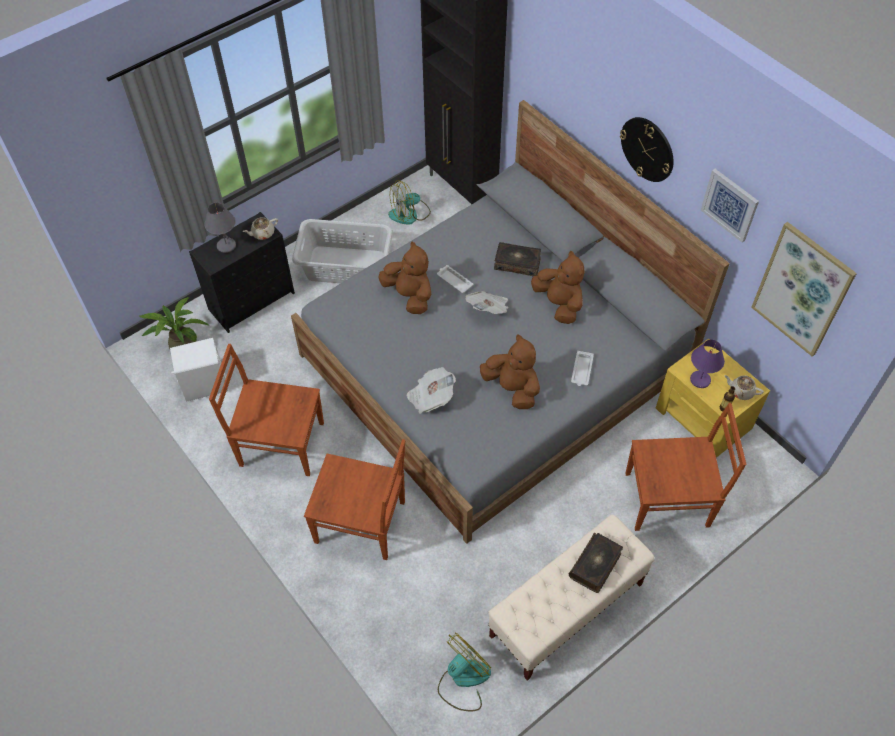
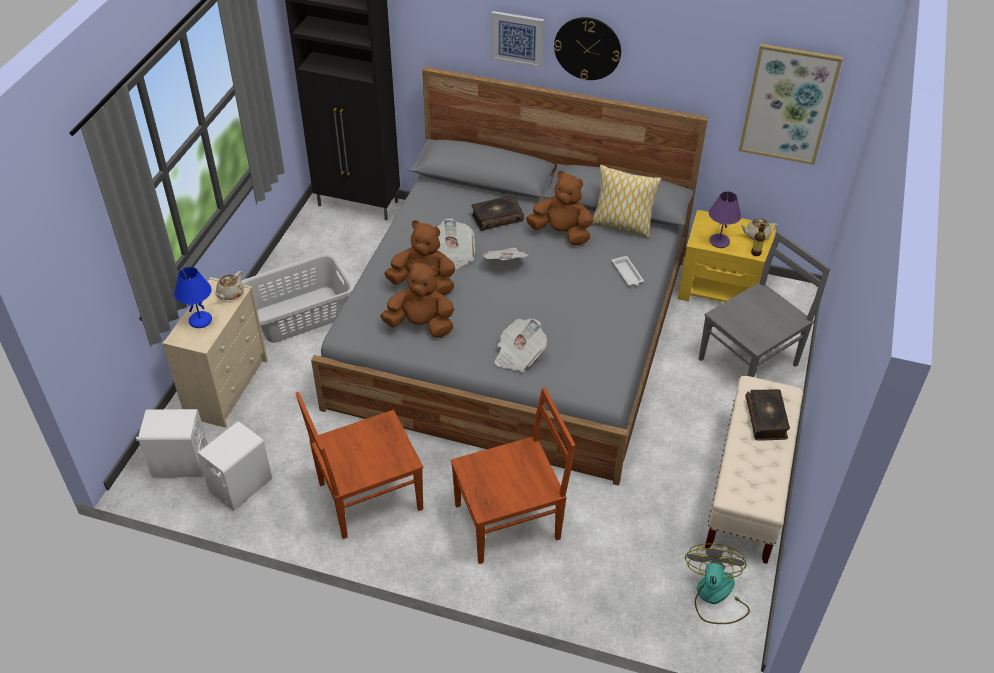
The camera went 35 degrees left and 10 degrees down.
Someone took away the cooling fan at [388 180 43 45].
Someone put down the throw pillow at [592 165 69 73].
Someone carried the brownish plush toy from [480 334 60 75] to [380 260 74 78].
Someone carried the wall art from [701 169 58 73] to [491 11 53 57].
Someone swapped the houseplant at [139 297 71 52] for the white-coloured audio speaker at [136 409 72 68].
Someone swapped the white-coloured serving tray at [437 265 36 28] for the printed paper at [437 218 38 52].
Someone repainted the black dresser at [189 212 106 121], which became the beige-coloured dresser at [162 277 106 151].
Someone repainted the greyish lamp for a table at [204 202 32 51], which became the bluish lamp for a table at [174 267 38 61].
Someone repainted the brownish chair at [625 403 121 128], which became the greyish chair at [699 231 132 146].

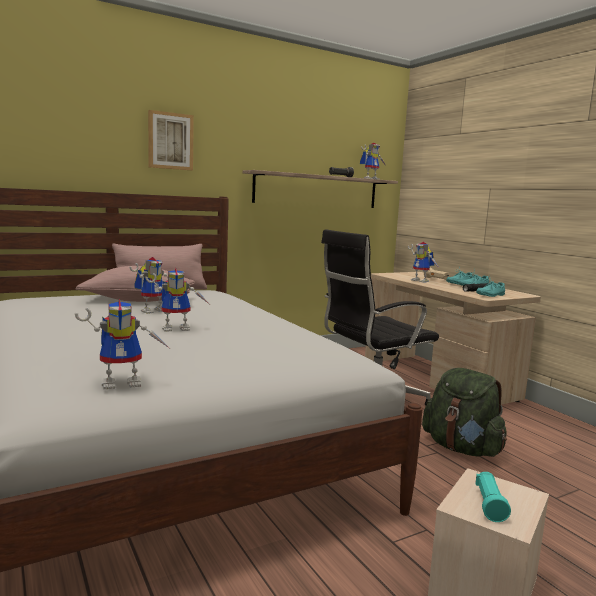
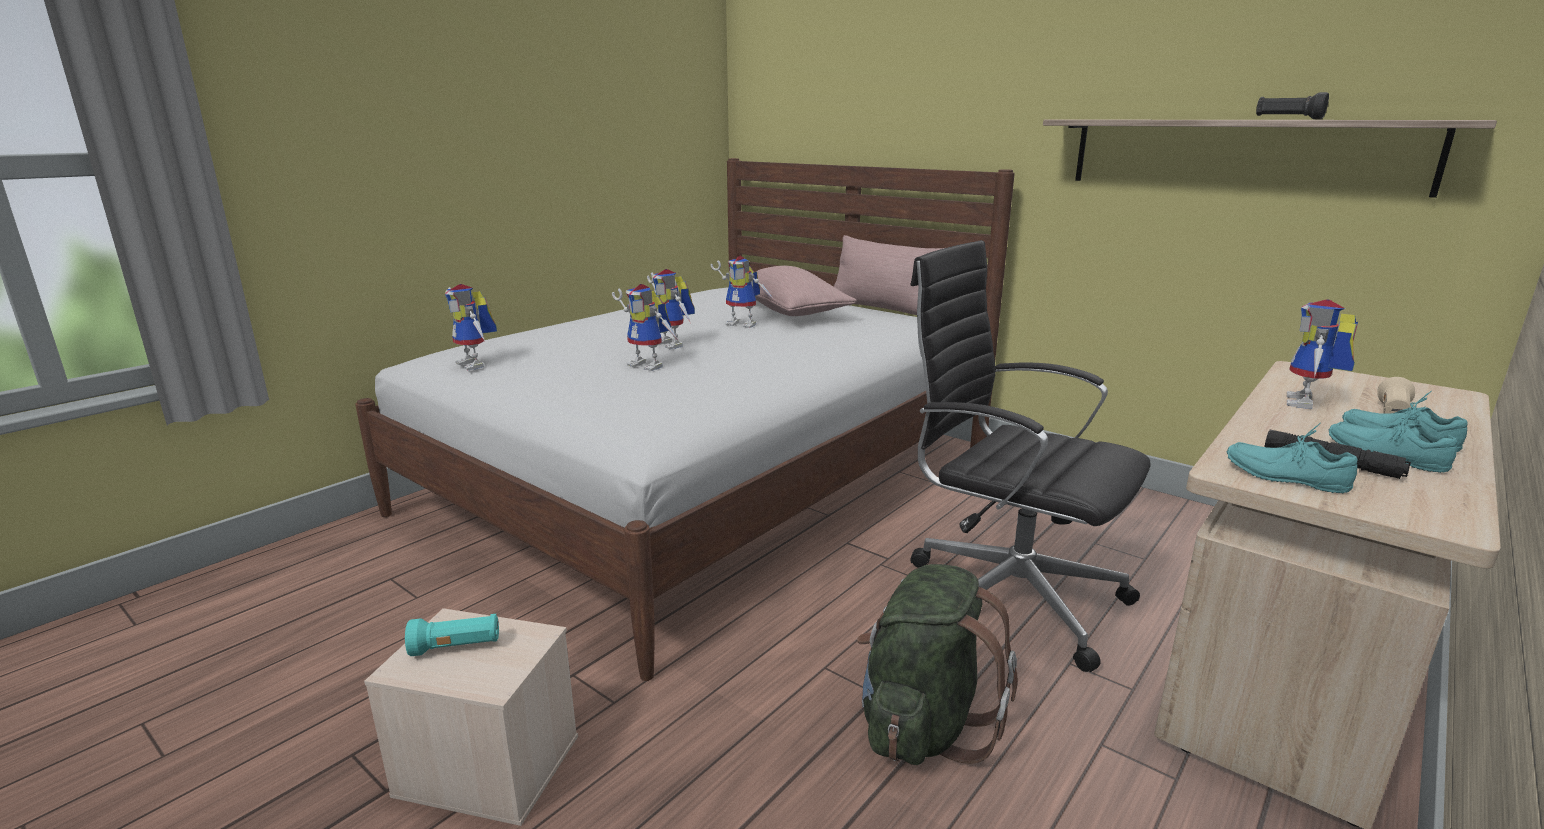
The camera went 70 degrees right and 10 degrees up.
Someone took away the wall art at [148 110 46 60].
Someone carried the toy robot from [360 143 26 36] to [612 284 67 87].

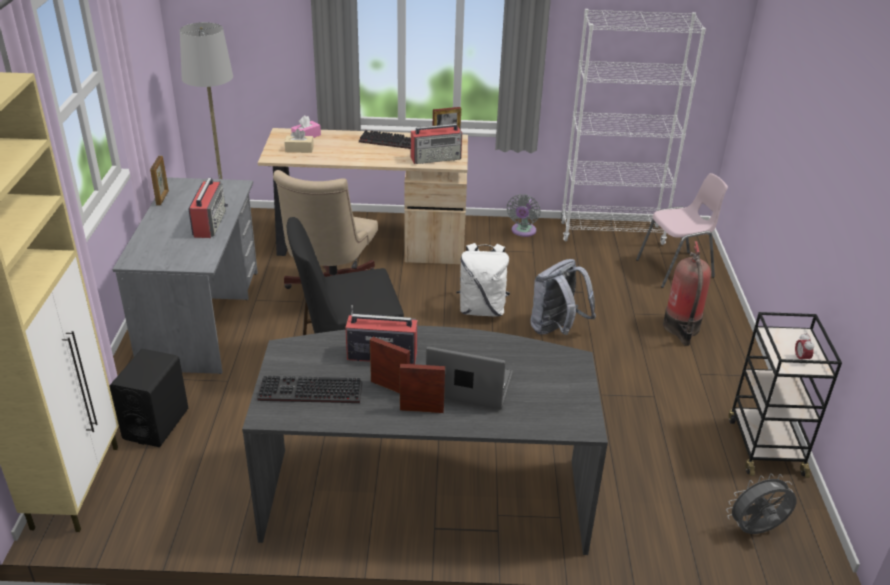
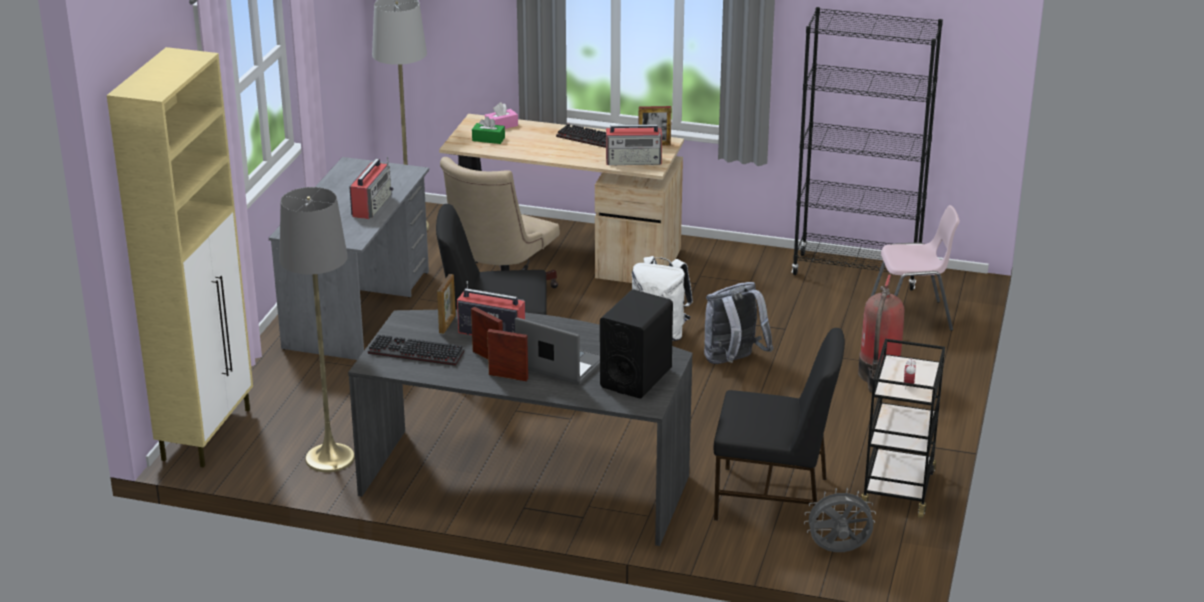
The camera went 15 degrees right and 5 degrees down.
Someone took away the greyish cooling fan at [507 194 33 43].
Someone put down the greyish standard lamp at [279 187 76 285].
Someone put down the black chair at [714 328 131 203].
Someone carried the black audio speaker from [109 349 79 98] to [600 289 73 110].
Someone carried the standing frame from [150 156 19 50] to [437 274 19 60].
Someone repainted the beige-coloured tissue box at [284 129 30 24], which became the greenish tissue box at [472 116 33 28].
Someone repainted the white-coloured bookcase at [560 9 146 236], which became the black bookcase at [792 7 151 284].

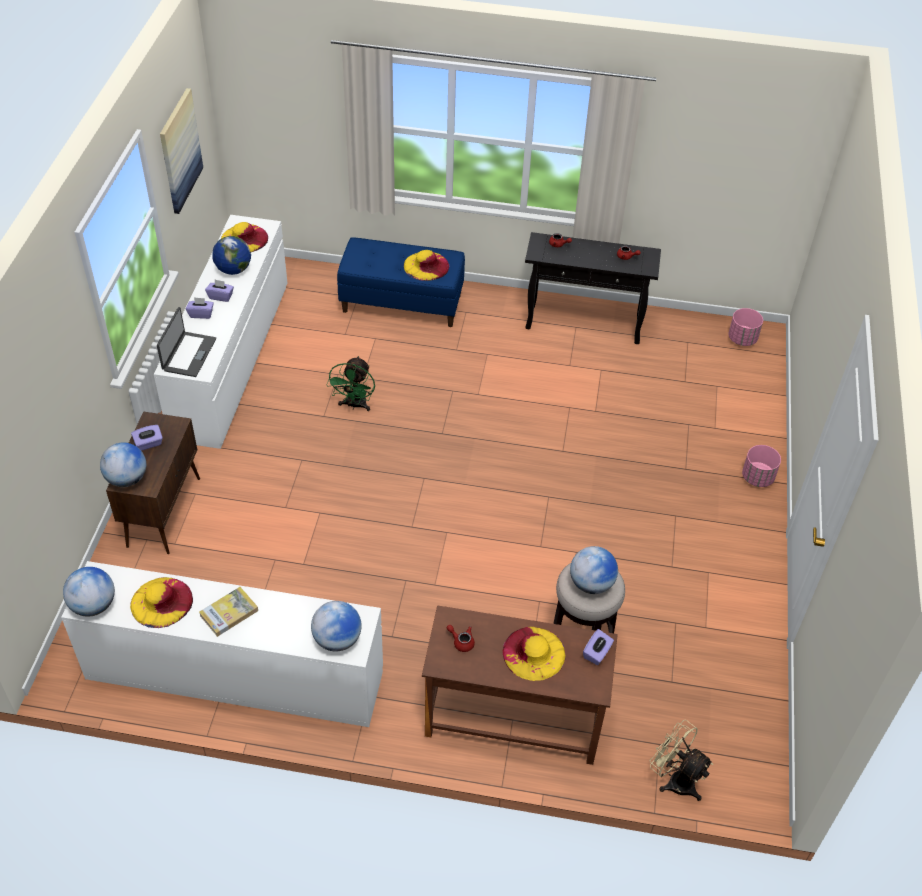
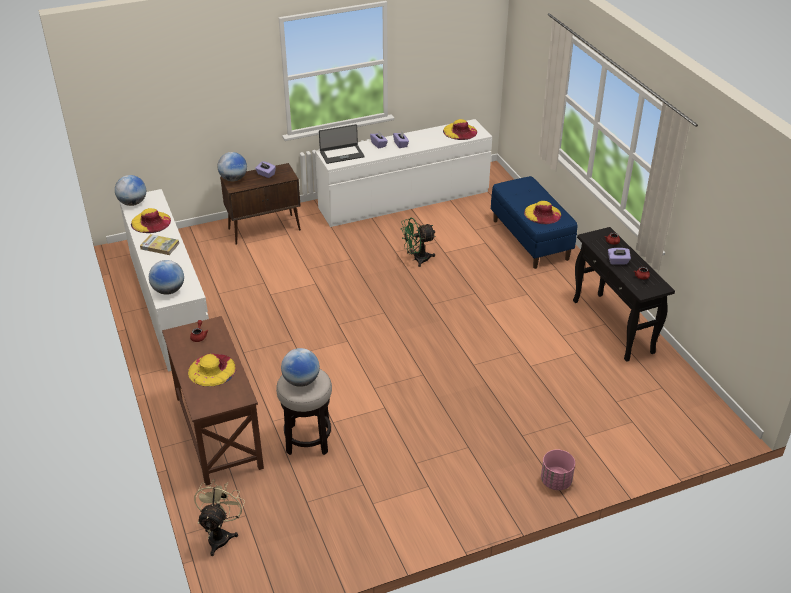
The camera went 60 degrees right and 10 degrees down.
Someone took away the wall art at [160 88 43 126].
Someone took away the desk globe at [212 236 39 39].
Someone took away the pink flower pot at [729 308 34 38].
Someone carried the purplish tissue box from [583 629 31 36] to [608 248 23 16].

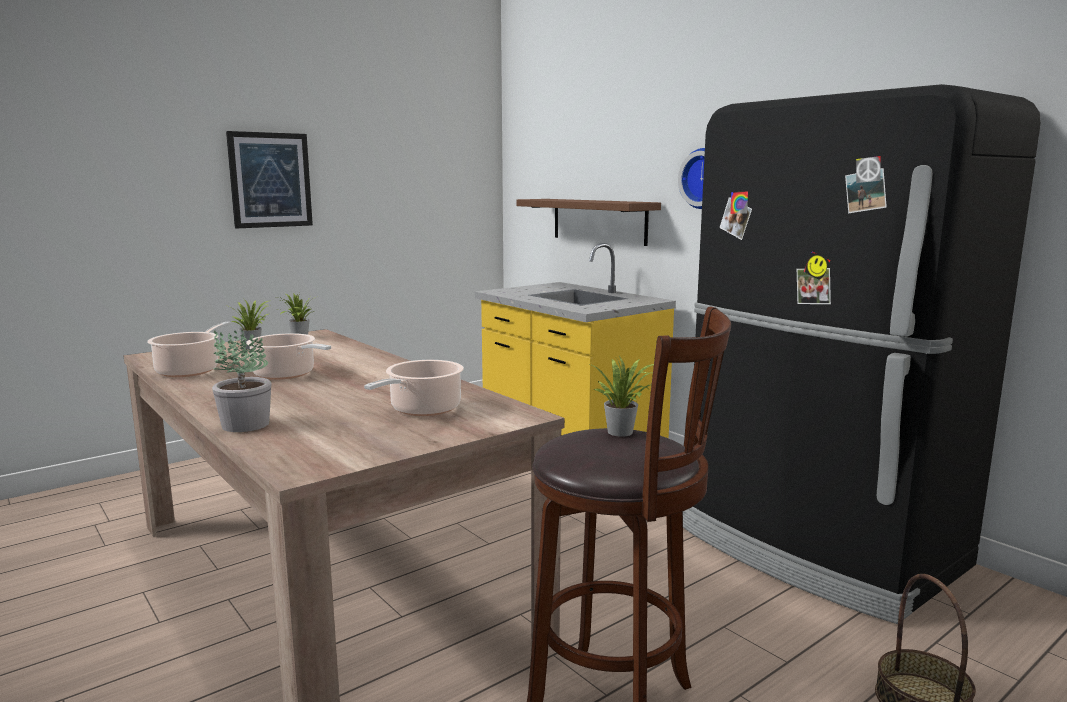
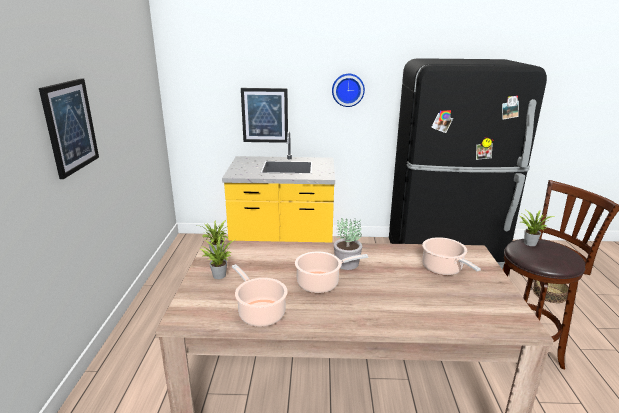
The camera went 50 degrees left and 10 degrees up.
Someone carried the houseplant from [212 329 59 103] to [334 218 28 52].
Someone swapped the brownish wall shelf at [516 199 145 47] for the wall art at [241 88 47 55].

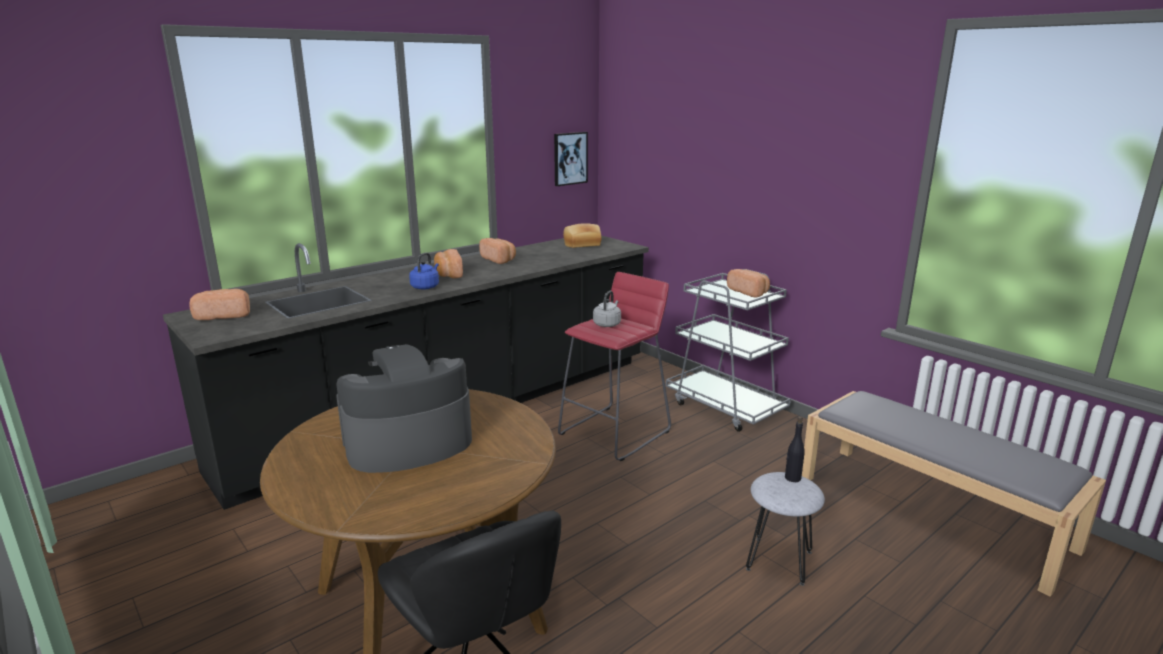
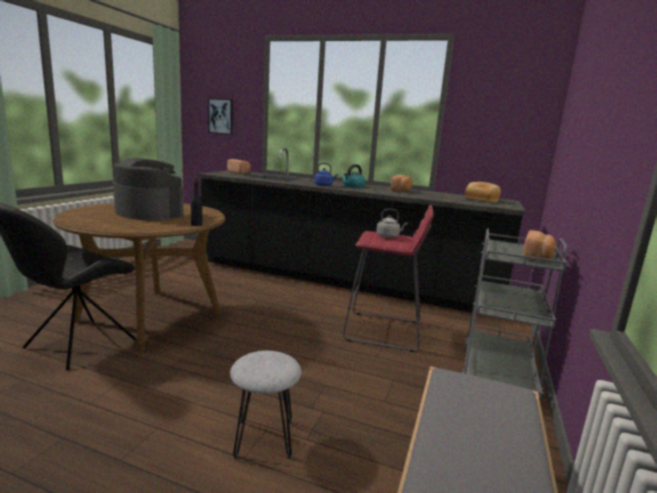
The camera went 60 degrees right and 5 degrees down.
Someone carried the wall art from [554 132 34 54] to [208 98 25 37].
Someone carried the black bottle from [785 417 20 65] to [191 177 12 49].
Someone swapped the bread at [434 249 29 29] for the tea kettle at [343 164 23 24].

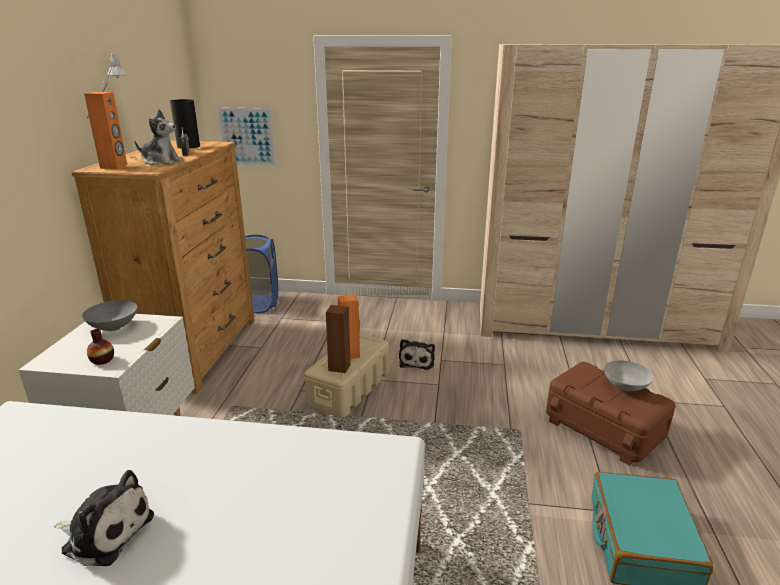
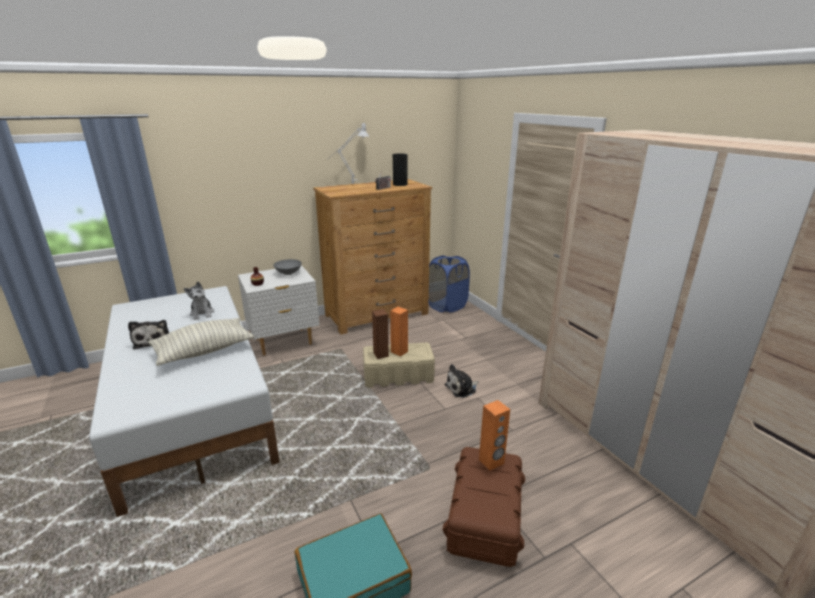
The camera went 55 degrees right and 0 degrees up.
Someone took away the wall art at [217 107 59 59].
Someone took away the greyish deep dish at [604 360 50 31].
Someone put down the throw pillow at [148 318 107 48].
Someone carried the orange audio speaker from [84 92 43 77] to [479 400 31 71].
Someone carried the plush toy from [134 109 49 56] to [184 282 30 38].

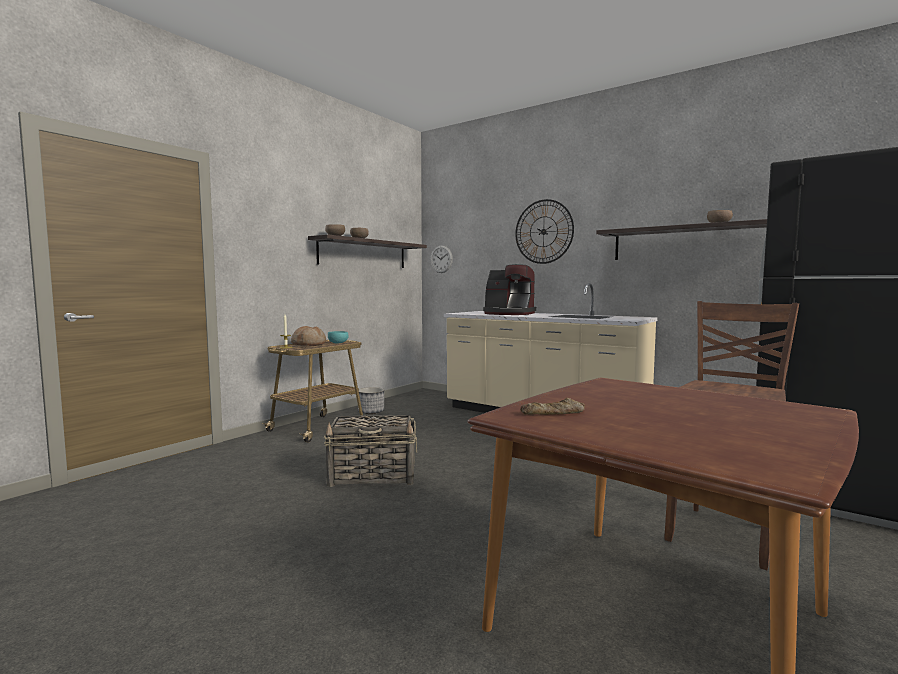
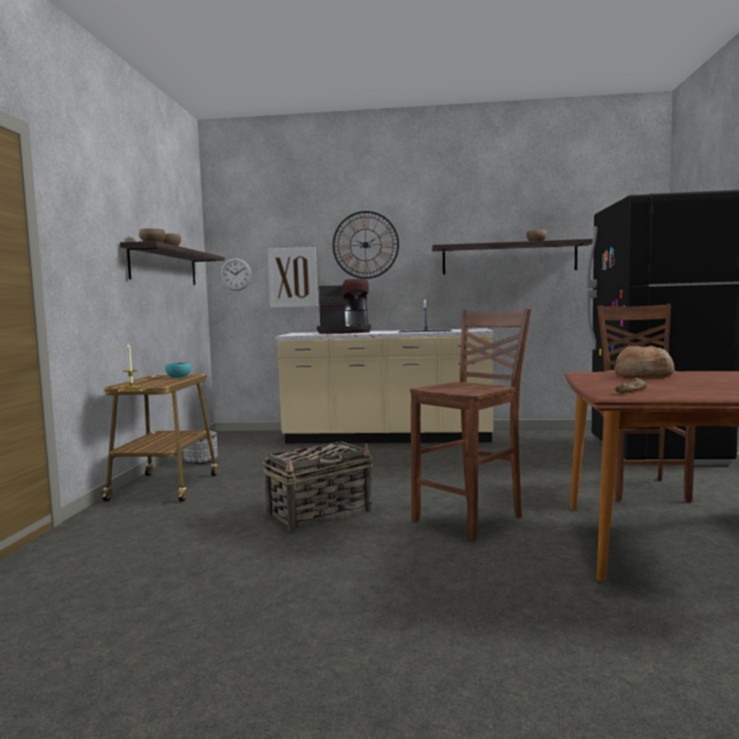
The camera went 30 degrees left and 0 degrees up.
Someone put up the wall art at [267 247 51 61].
Someone put down the brownish sitting stool at [410 309 121 232].
Someone carried the bread from [291 326 35 20] to [614 345 60 33].

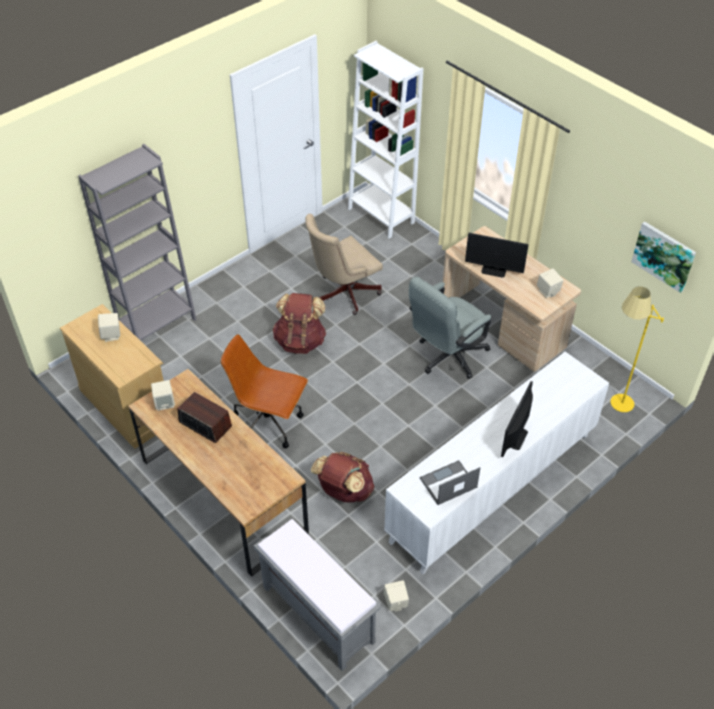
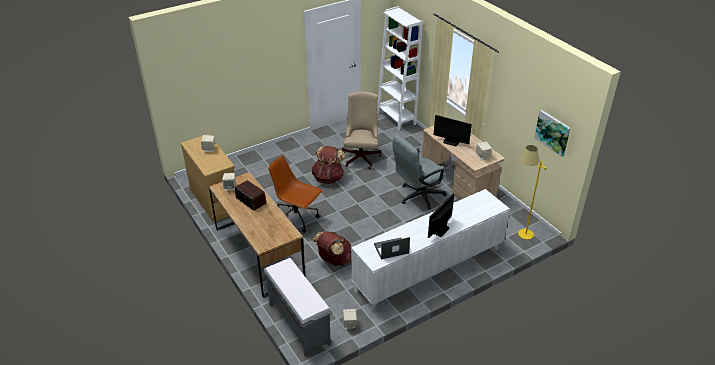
The camera went 10 degrees right and 10 degrees down.
Someone took away the greyish bookcase at [78 144 118 197].
Someone rotated the beige-coloured computer chair at [305 214 78 101] by 120 degrees clockwise.

